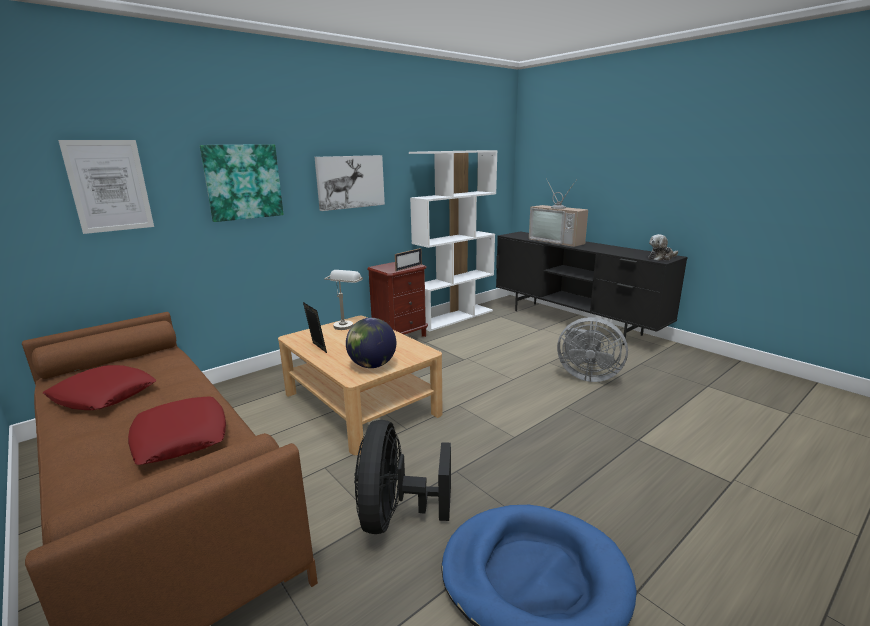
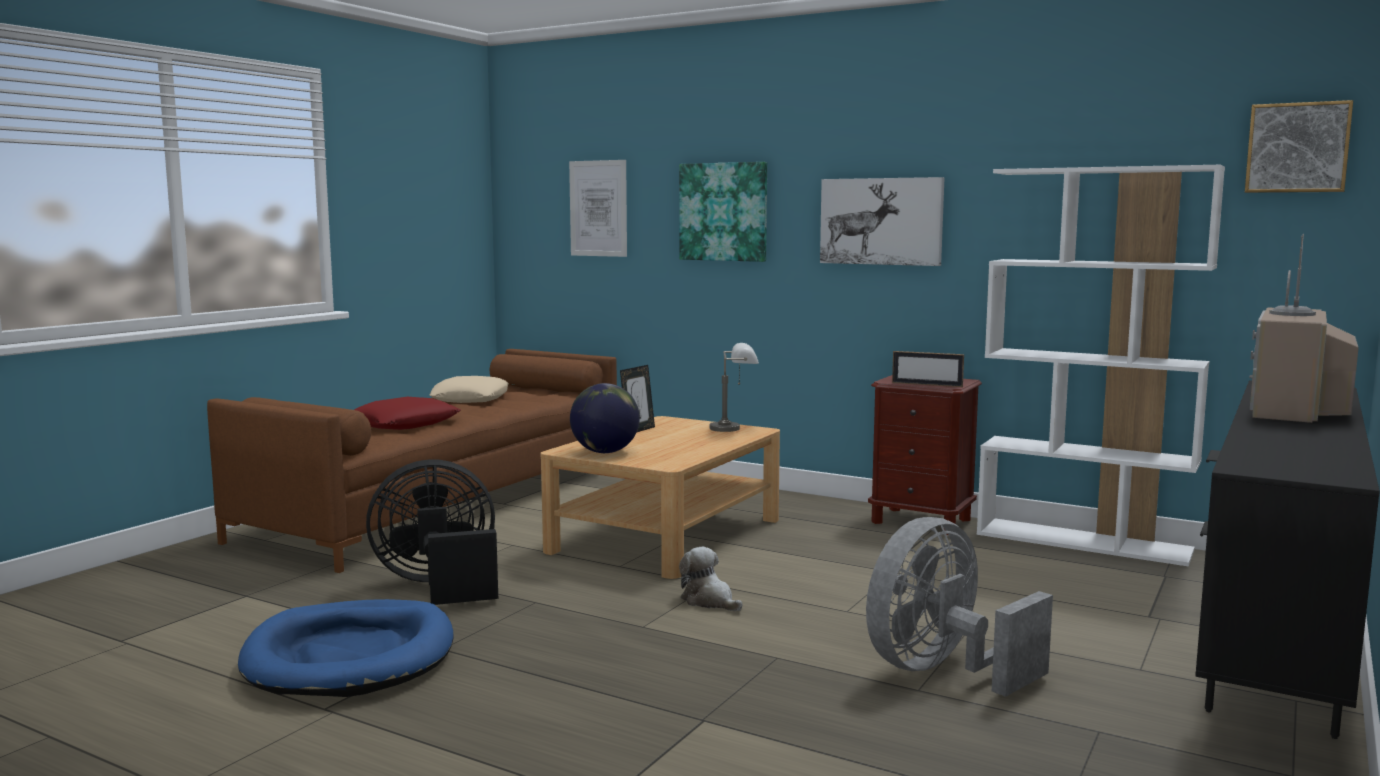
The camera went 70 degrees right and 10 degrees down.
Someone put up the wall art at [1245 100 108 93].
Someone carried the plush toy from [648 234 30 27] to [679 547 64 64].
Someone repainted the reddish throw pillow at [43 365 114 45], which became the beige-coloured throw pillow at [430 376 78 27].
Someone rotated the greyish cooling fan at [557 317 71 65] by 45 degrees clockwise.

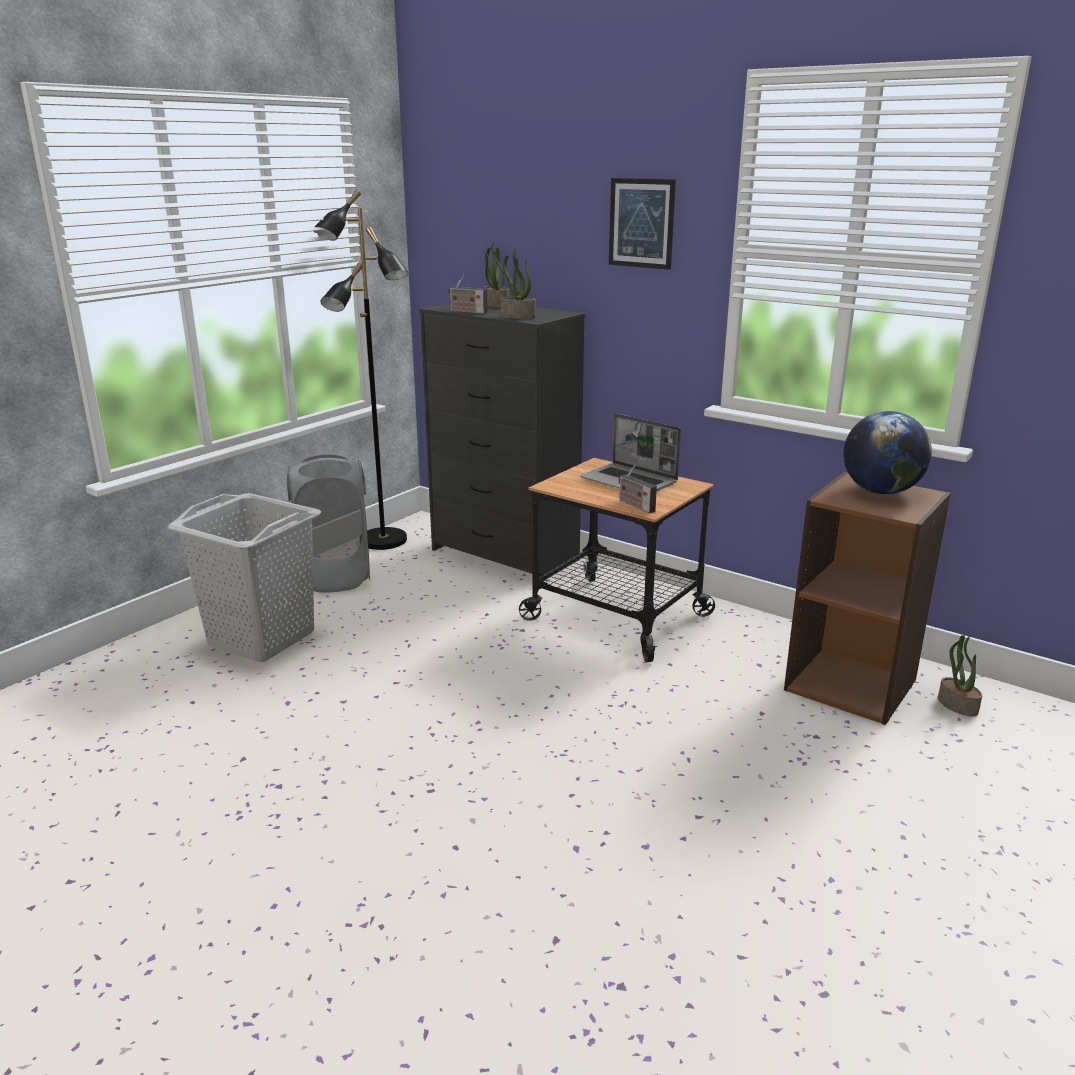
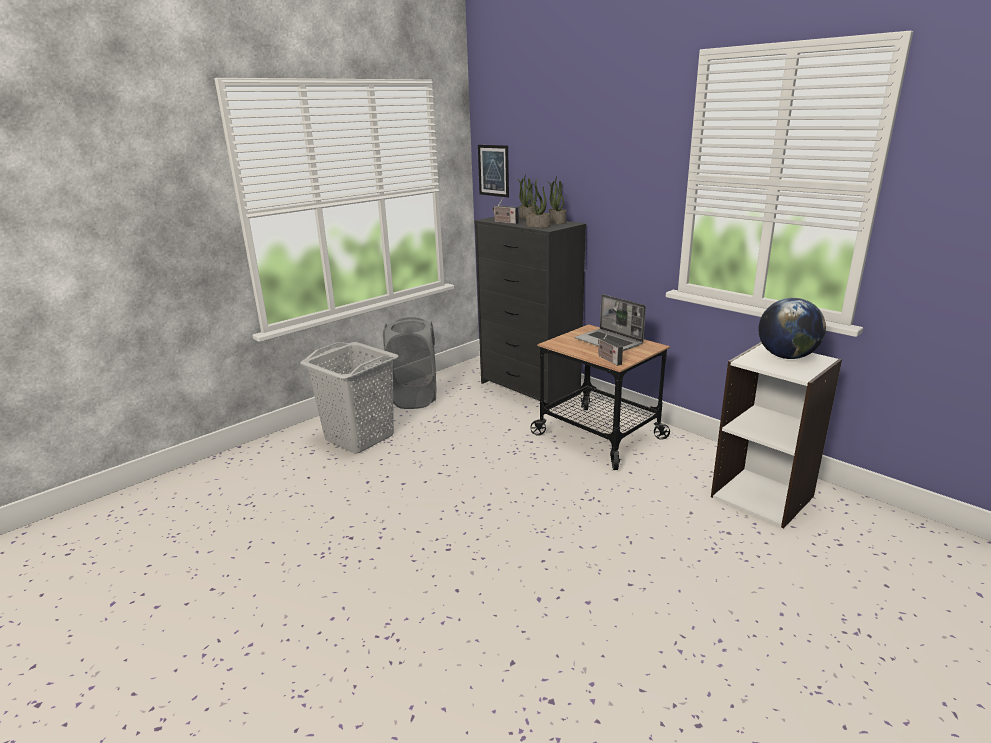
The camera went 10 degrees right and 0 degrees up.
Someone took away the black standard lamp at [314 190 95 360].
Someone carried the wall art from [609 178 67 92] to [478 145 31 52].
Someone carried the houseplant from [938 635 44 82] to [547 176 19 48].
Someone repainted the brownish bookcase at [784 472 167 253], which became the white-coloured bookcase at [711 342 131 186].

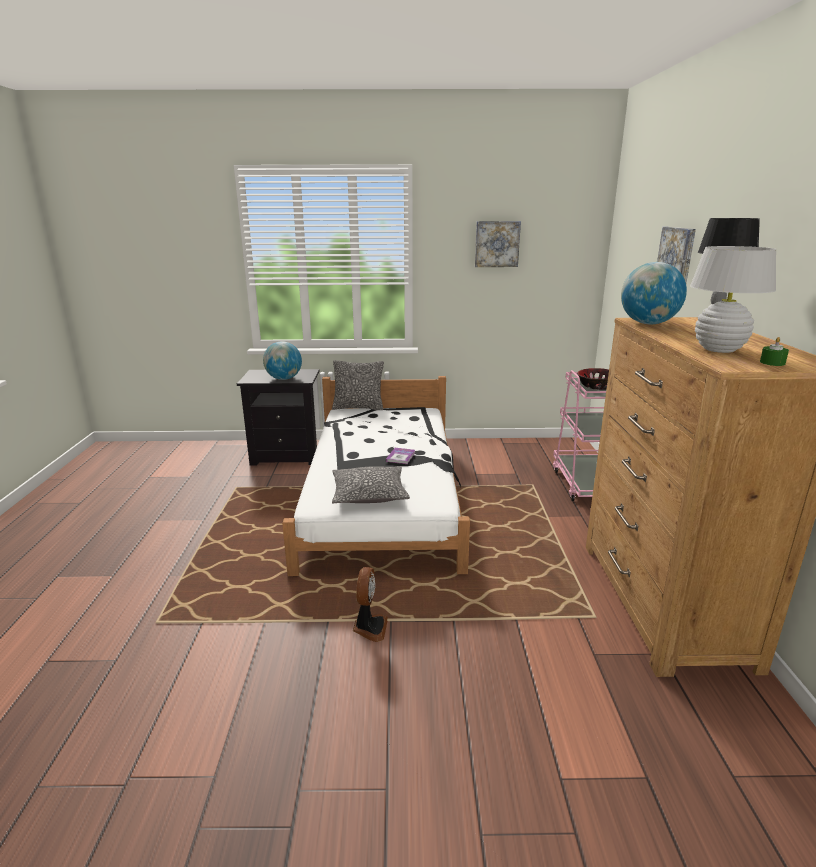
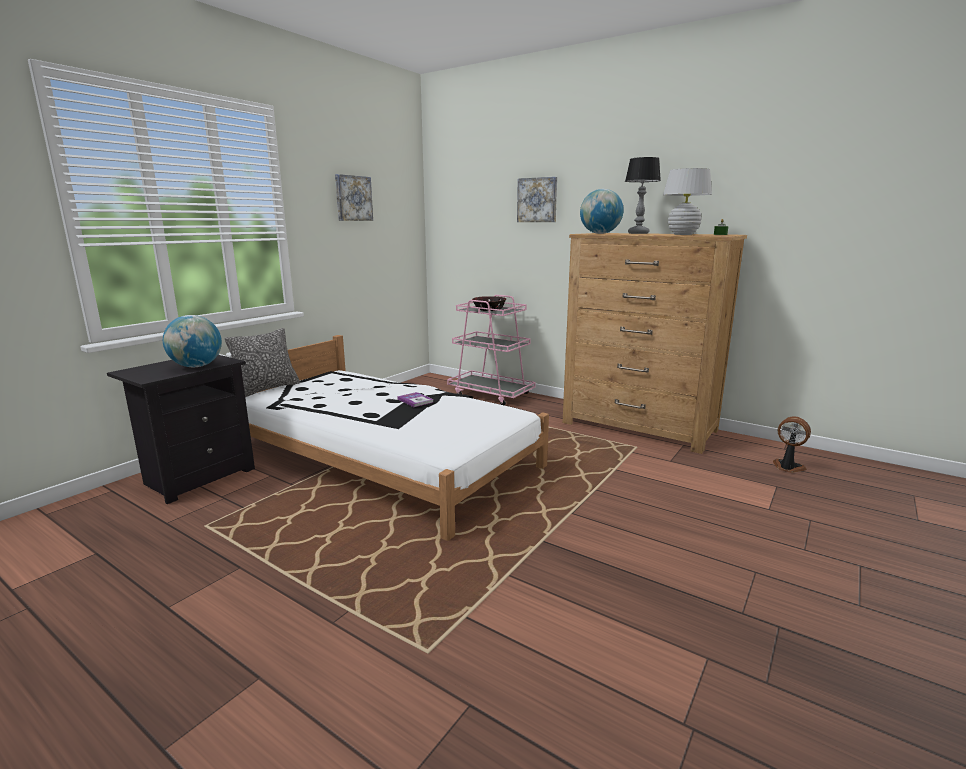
The camera went 55 degrees left and 5 degrees down.
Someone took away the throw pillow at [332 466 78 37].
Someone carried the cooling fan from [353 567 35 75] to [773 416 38 57].

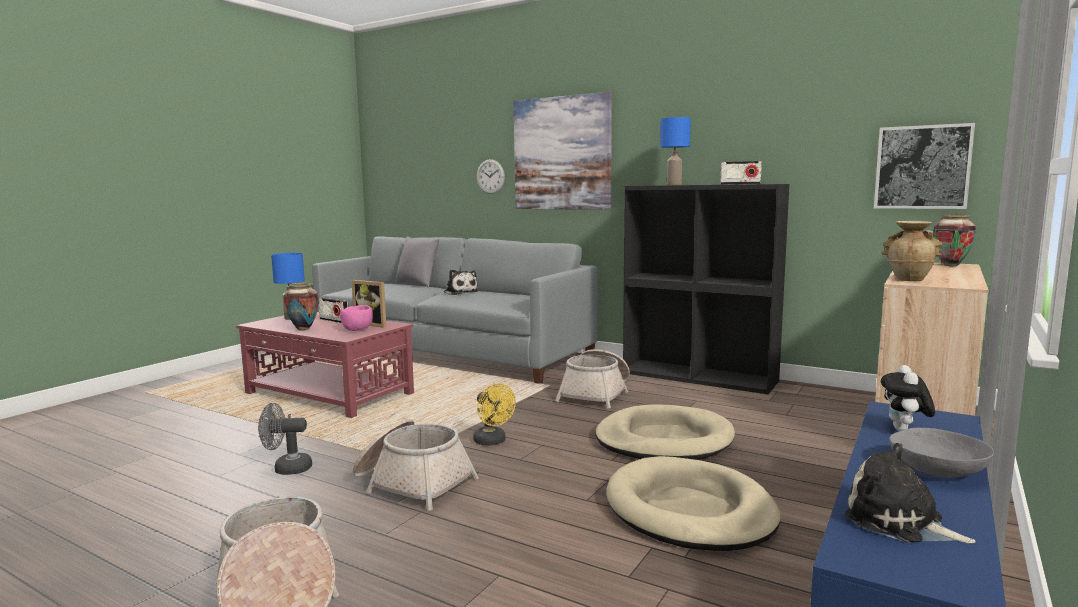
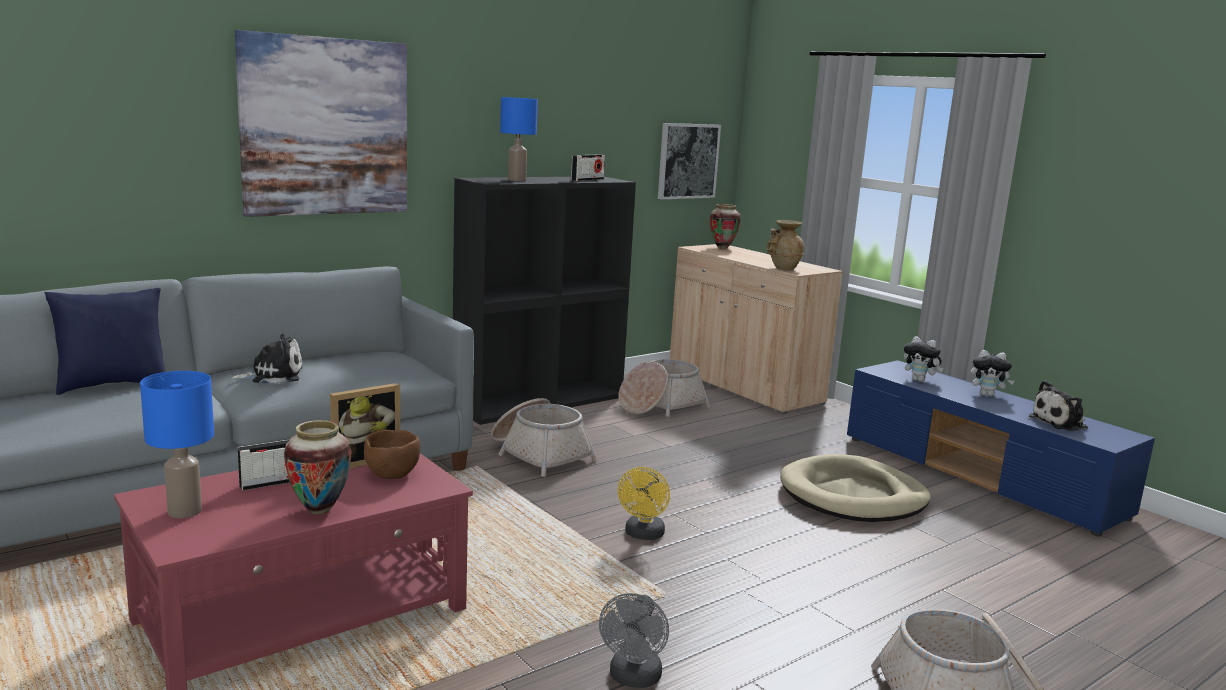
The camera went 70 degrees left and 5 degrees up.
Someone took away the hanging clock at [477 159 28 35].
Someone took away the beige-coloured dog cushion at [595 404 140 56].
Someone carried the household basket from [353 419 126 92] to [618 359 92 58].
Someone swapped the greyish deep dish at [889 428 105 49] for the plush toy at [970 350 44 46].
Someone repainted the pink deep dish at [340 305 33 26], which became the brownish deep dish at [364 430 56 49].
Someone repainted the greyish throw pillow at [396 236 44 52], which became the bluish throw pillow at [44 288 122 107].
Someone rotated the yellow cooling fan at [473 384 43 62] by 120 degrees clockwise.

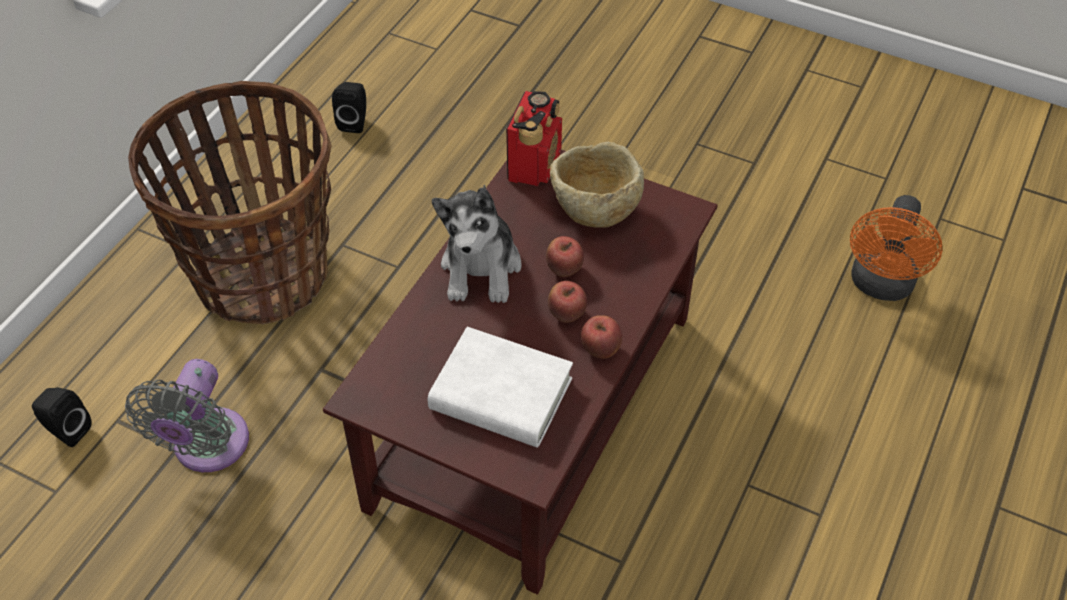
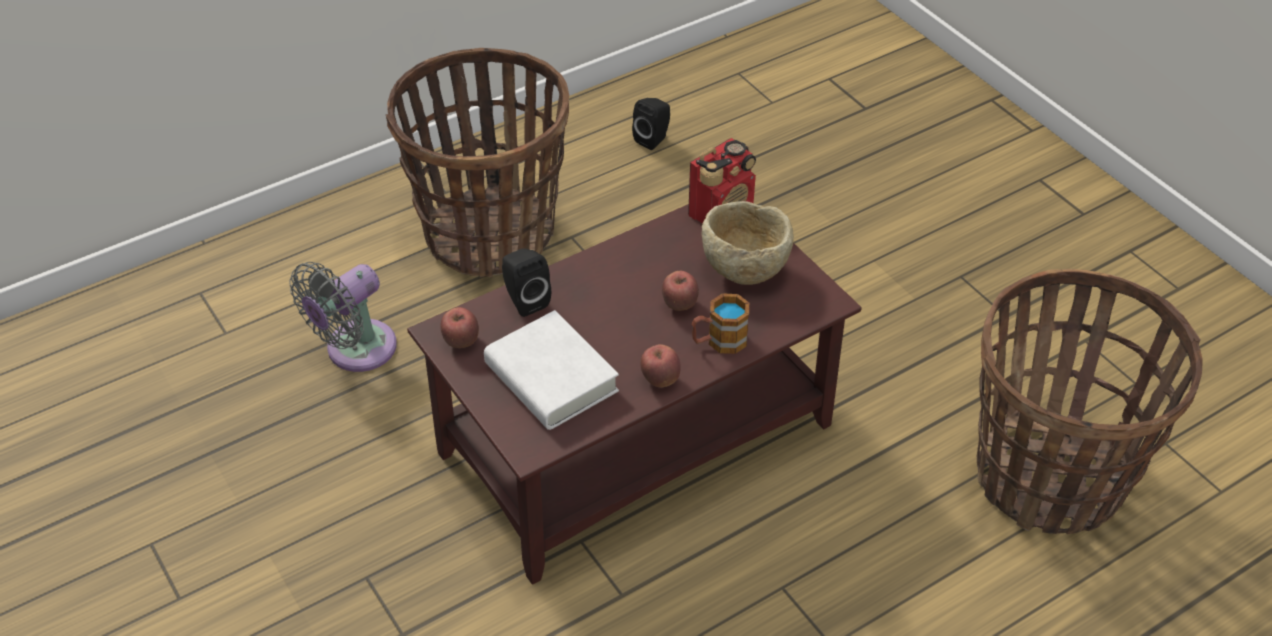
The camera went 30 degrees right and 5 degrees down.
Someone took away the plush toy at [432 184 90 119].
Someone put down the mug at [692 293 57 61].
Someone carried the black audio speaker from [32 387 60 60] to [502 248 49 69].
Someone carried the apple fruit from [548 281 39 42] to [440 307 39 41].
Someone swapped the orange cooling fan at [850 195 92 106] for the household basket at [977 269 226 265].

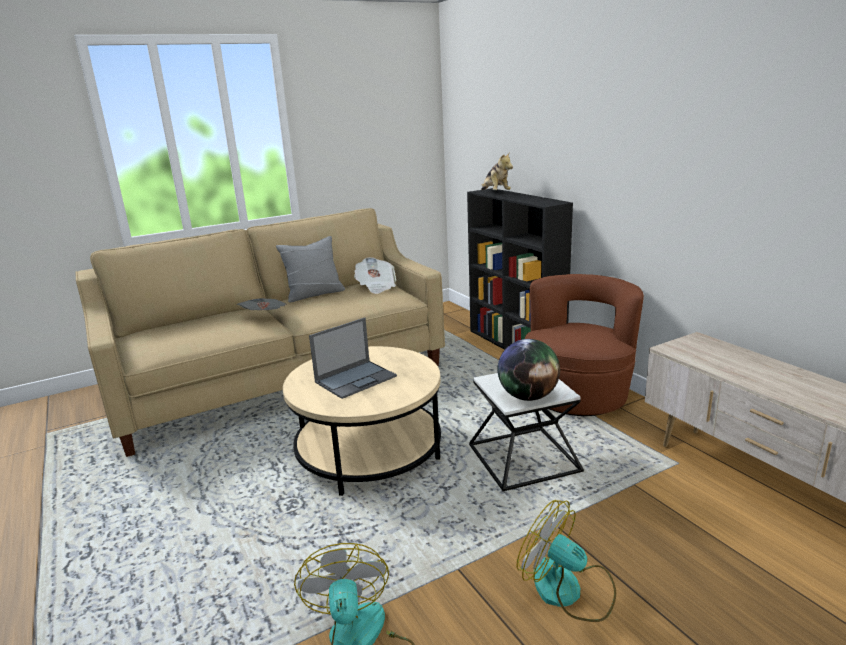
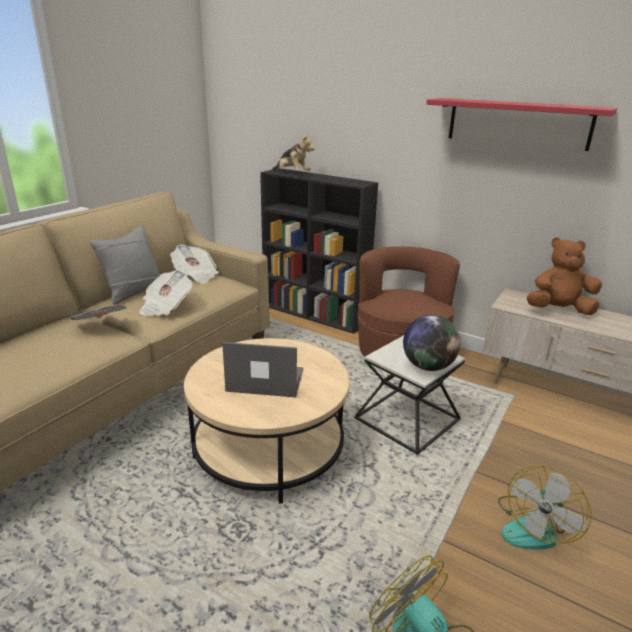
The camera went 30 degrees left and 5 degrees up.
Someone put down the printed paper at [139 270 53 46].
Someone put up the reddish wall shelf at [426 98 191 53].
Someone put down the brownish plush toy at [527 237 75 78].
Someone rotated the laptop at [309 317 88 82] by 105 degrees counterclockwise.
Someone rotated the cooling fan at [517 500 99 122] by 60 degrees counterclockwise.

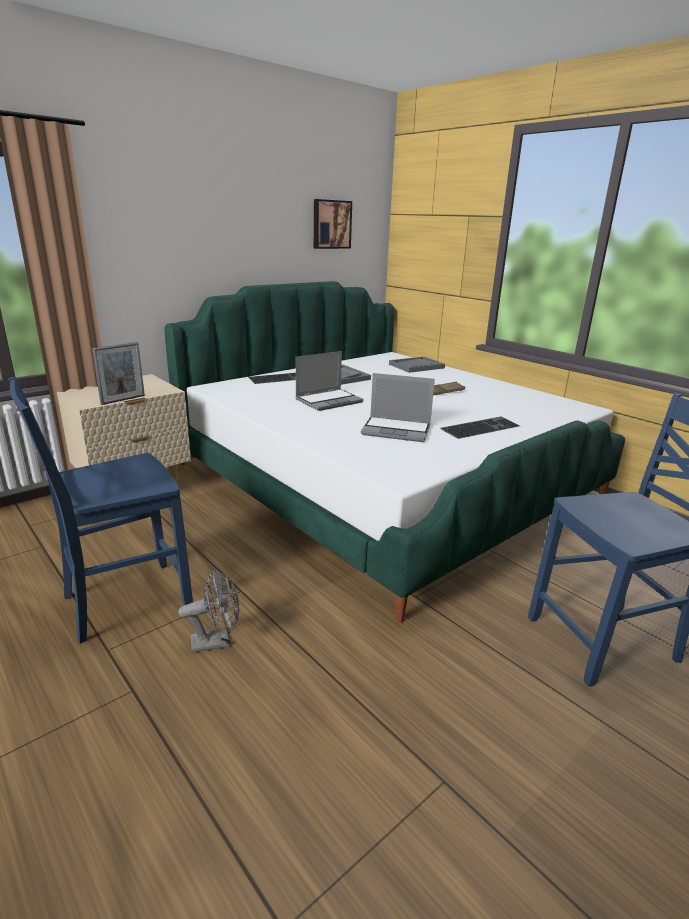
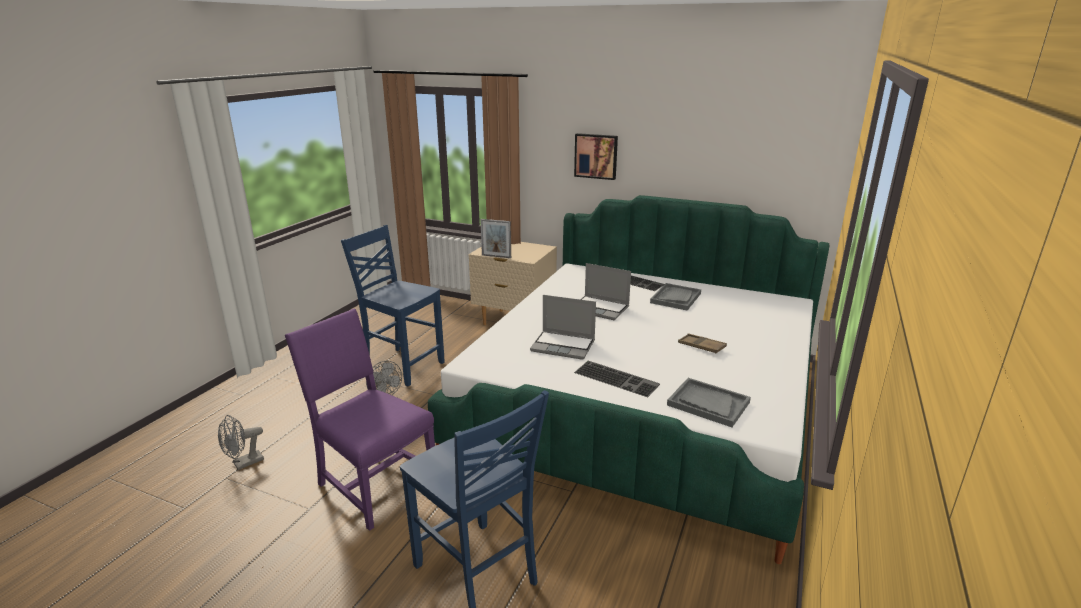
The camera went 65 degrees right and 0 degrees up.
Someone put down the greyish cooling fan at [218 415 46 55].
Someone put down the purplish chair at [285 309 150 222].
Someone carried the wall art from [314 199 38 50] to [574 133 44 47].
Someone carried the greyish serving tray from [389 357 56 16] to [667 378 84 49].
Someone rotated the laptop at [361 373 74 69] by 60 degrees counterclockwise.

